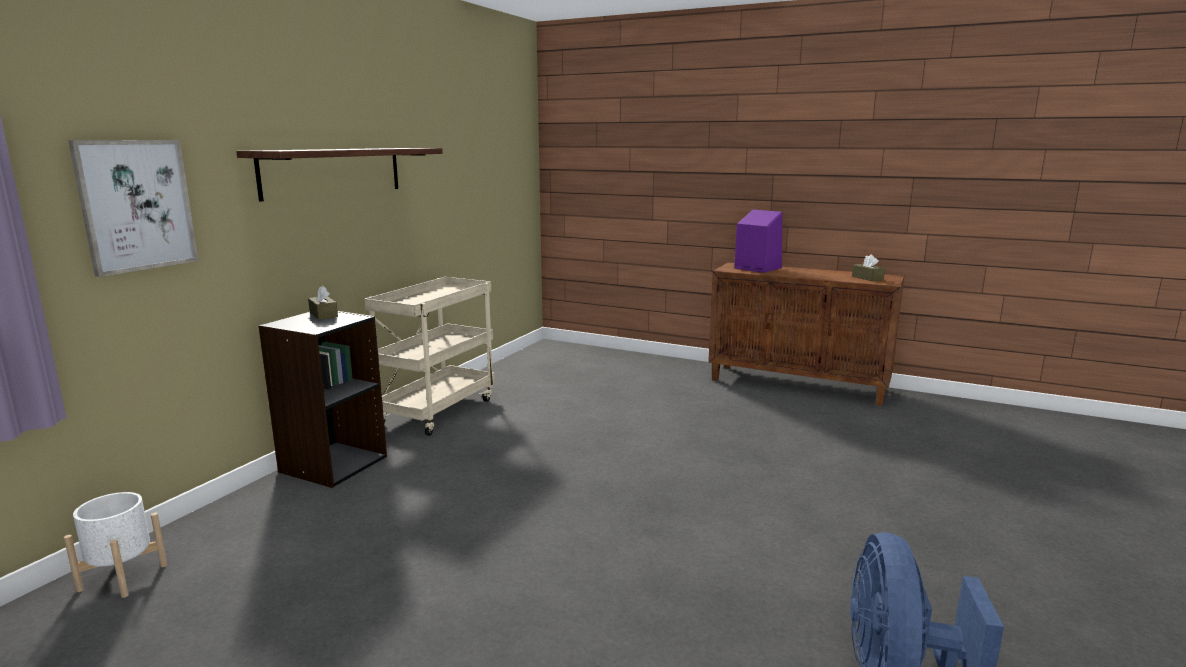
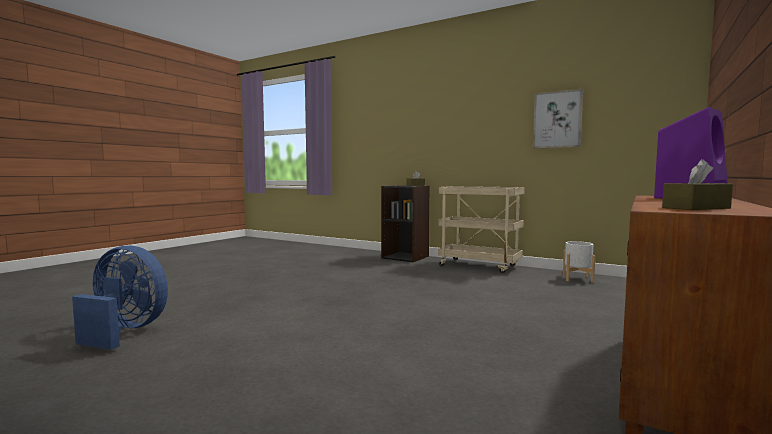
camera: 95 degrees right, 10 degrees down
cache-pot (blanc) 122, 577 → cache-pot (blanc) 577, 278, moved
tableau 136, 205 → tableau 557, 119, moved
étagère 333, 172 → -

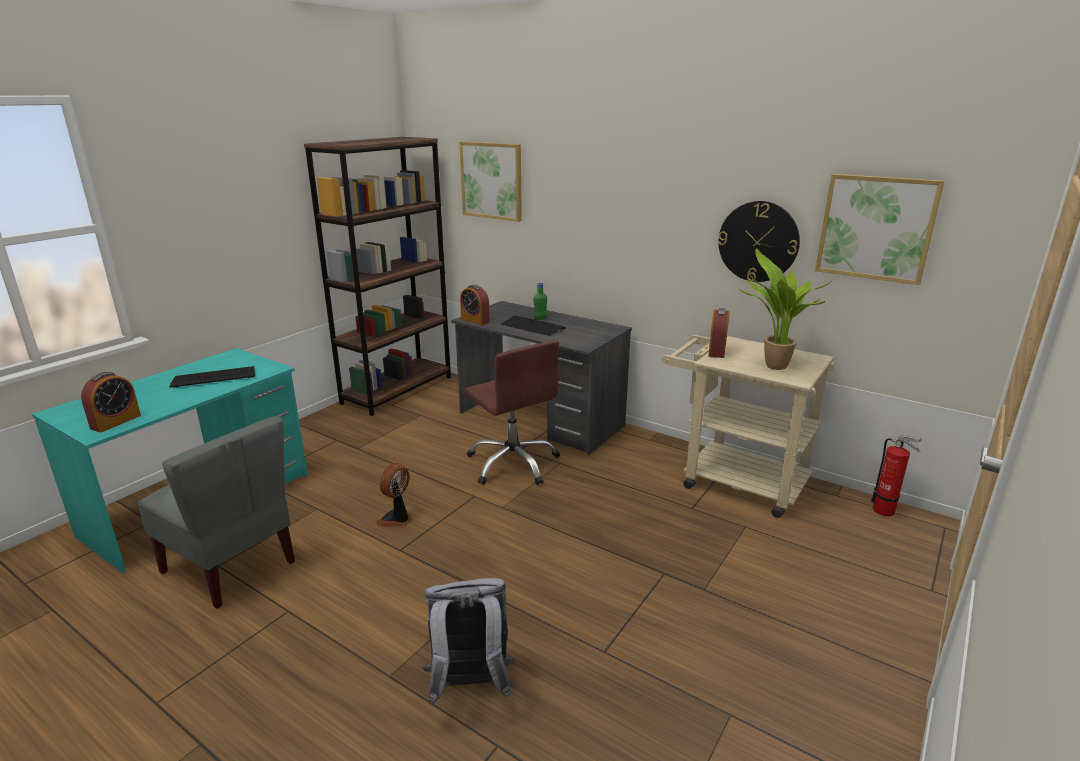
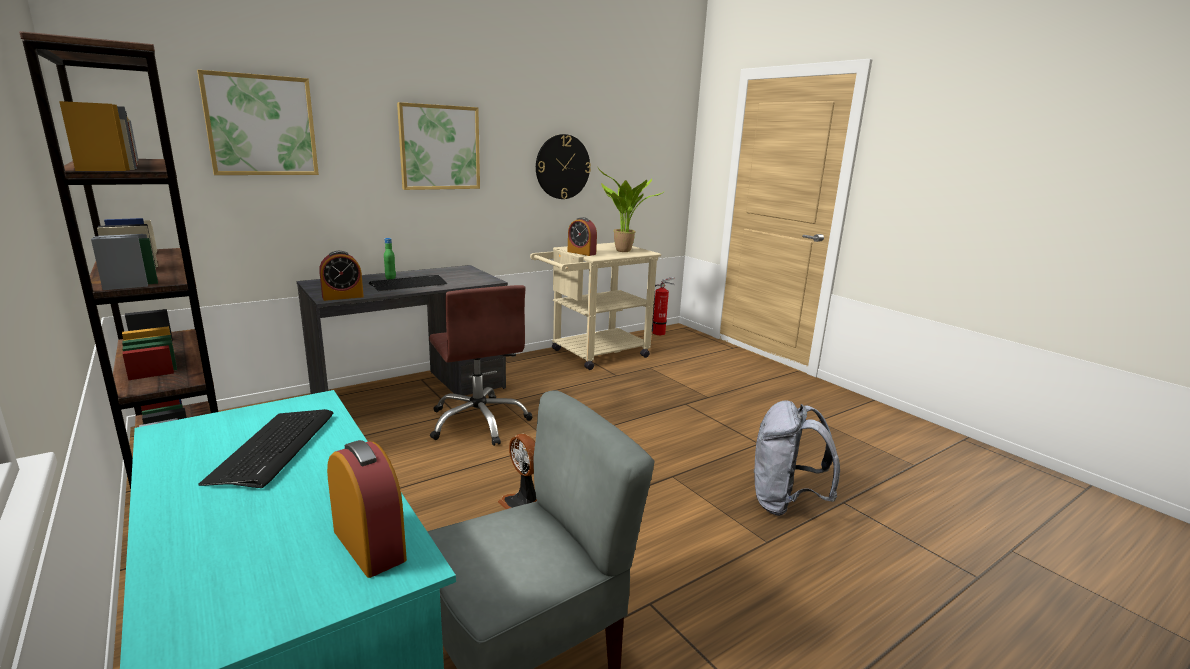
camera: 70 degrees left, 5 degrees down
chaise de bureau (marron) 513, 463 → chaise de bureau (marron) 479, 422, 75 degrees clockwise
tableau 876, 228 → tableau 439, 147, moved

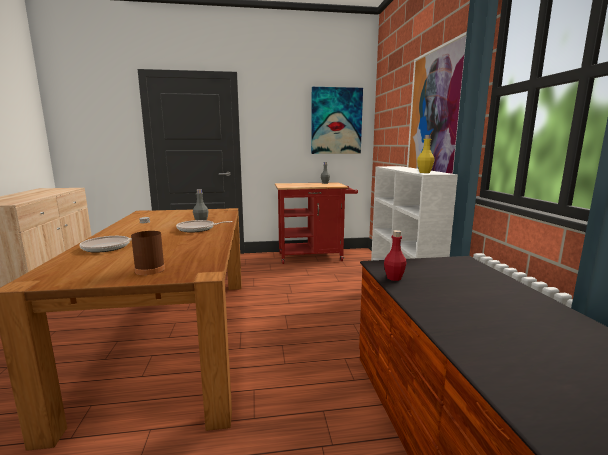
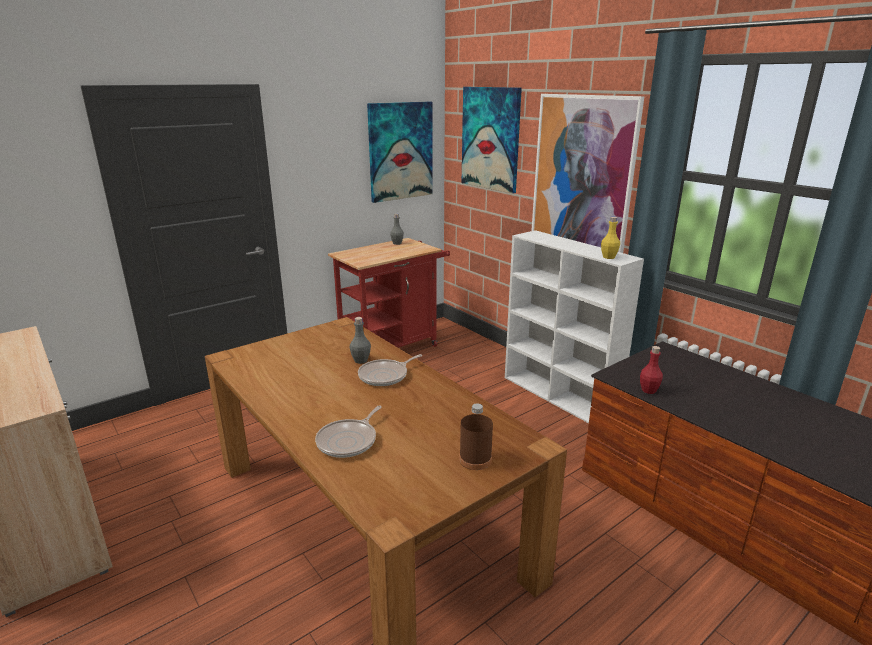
camera: 30 degrees left, 10 degrees up
- → tableau 490, 139

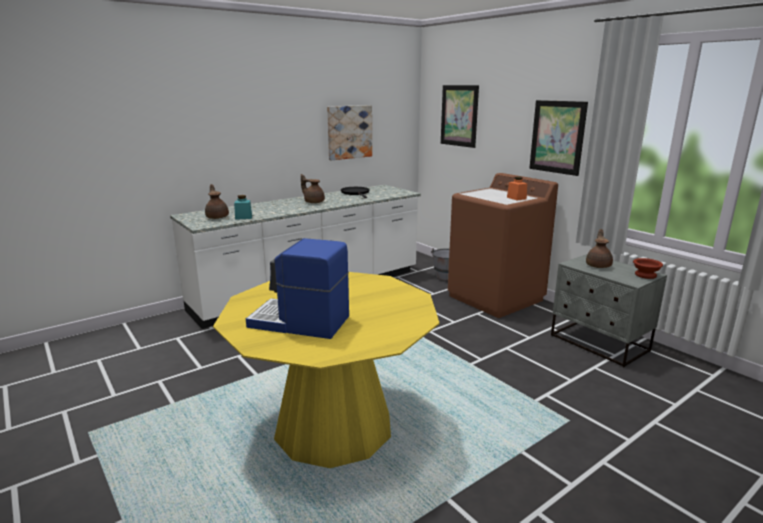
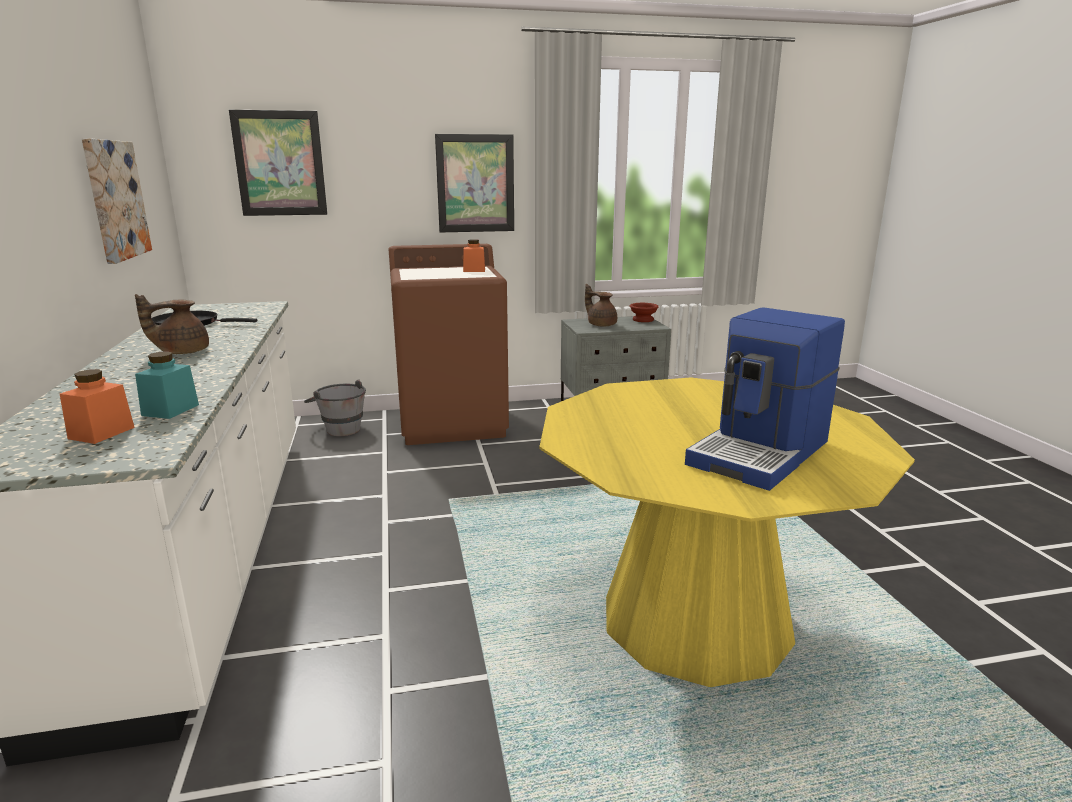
camera: 65 degrees left, 0 degrees up
théière (marron) 217, 217 → bocal (orange) 101, 433

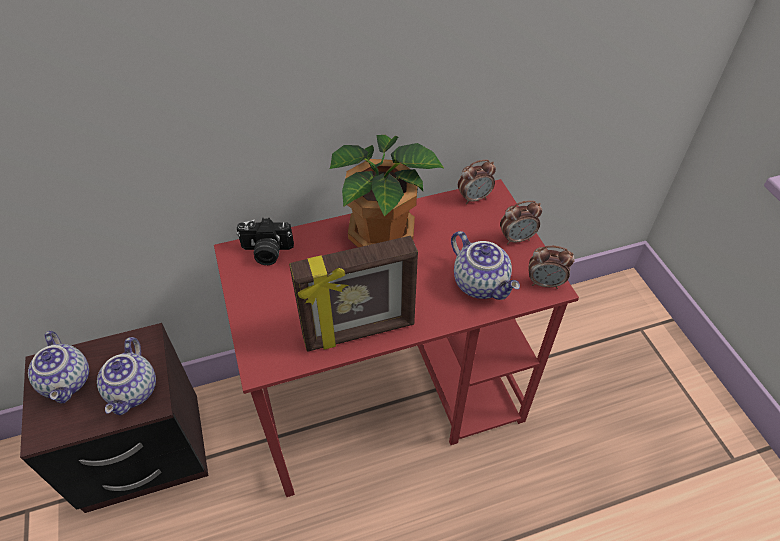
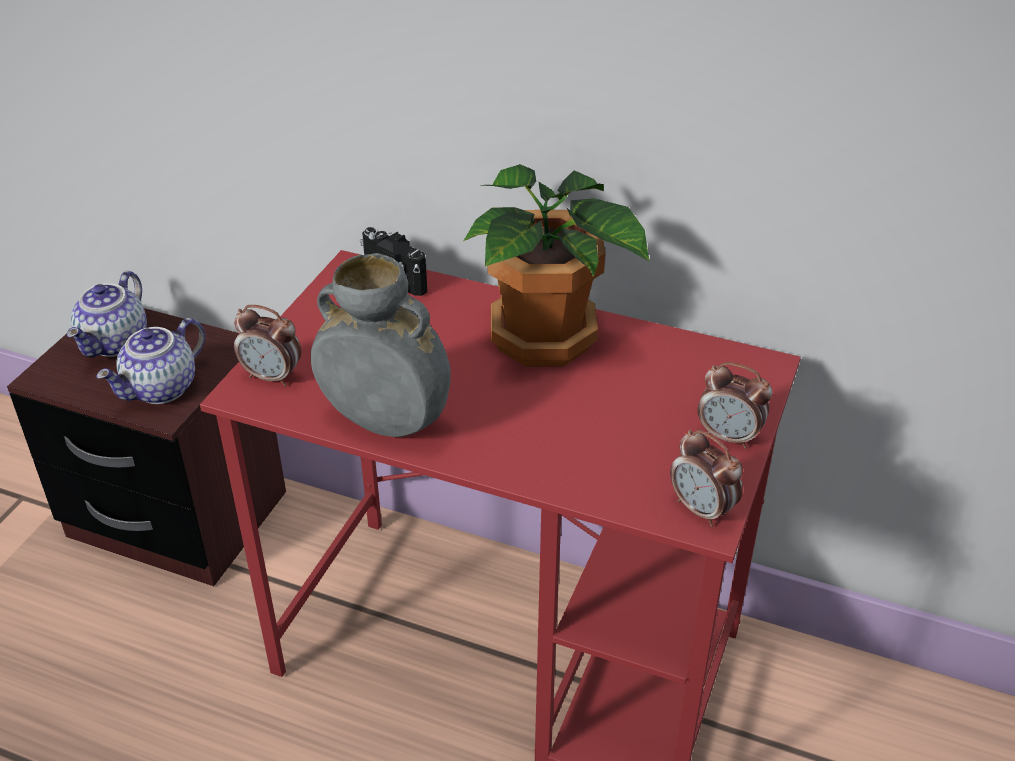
camera: 40 degrees right, 10 degrees down
cadre photo 359, 332 → vase (gris) 387, 422
théière 481, 283 → -
réveil 474, 198 → réveil 272, 377, moved

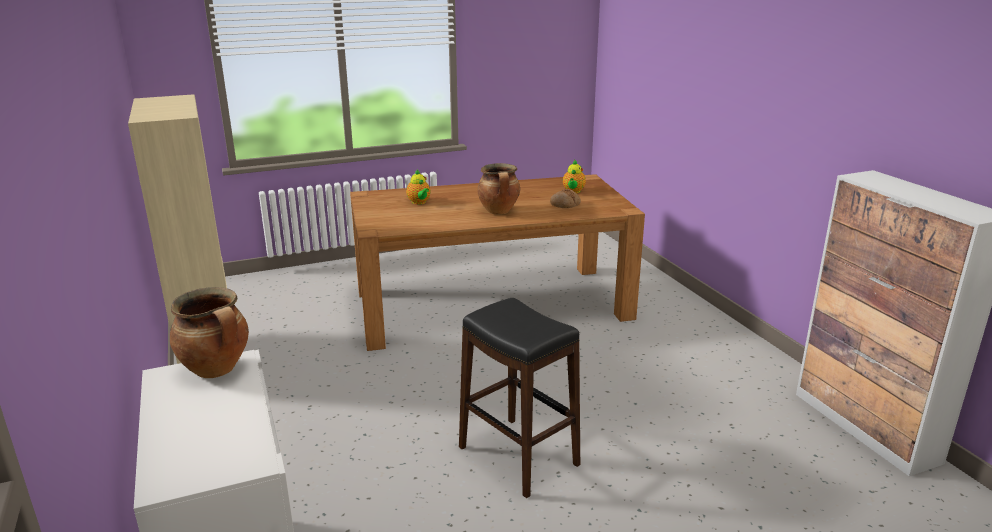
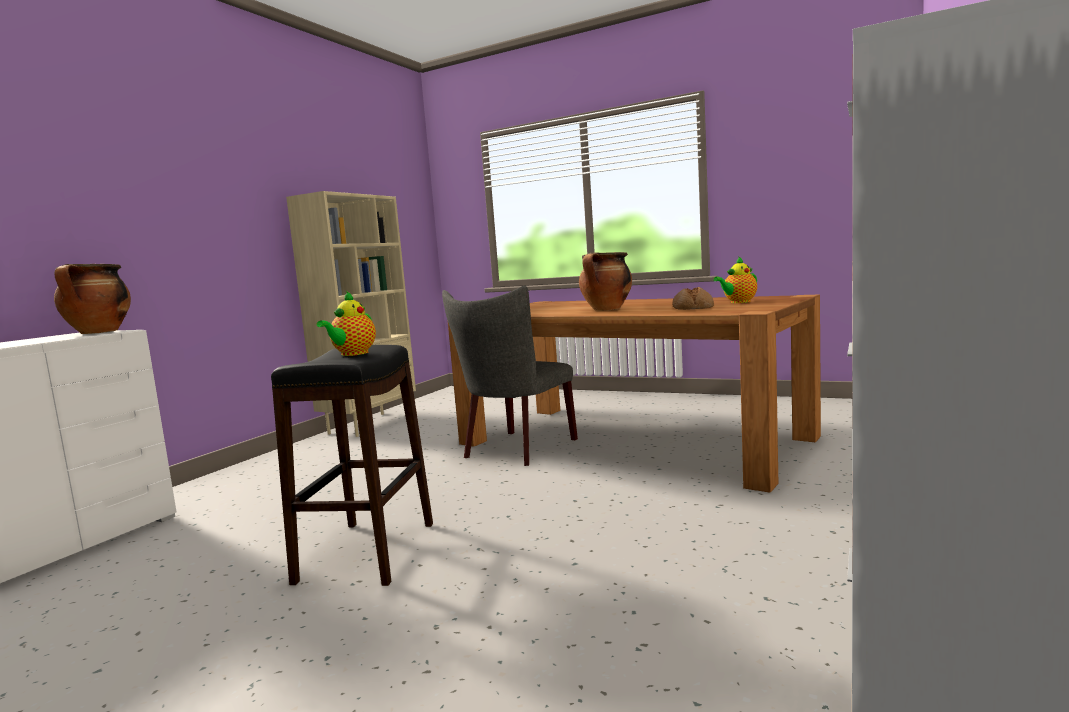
camera: 50 degrees right, 15 degrees down
théière 419, 202 → théière 352, 354, moved
- → chaise (gris) 516, 450

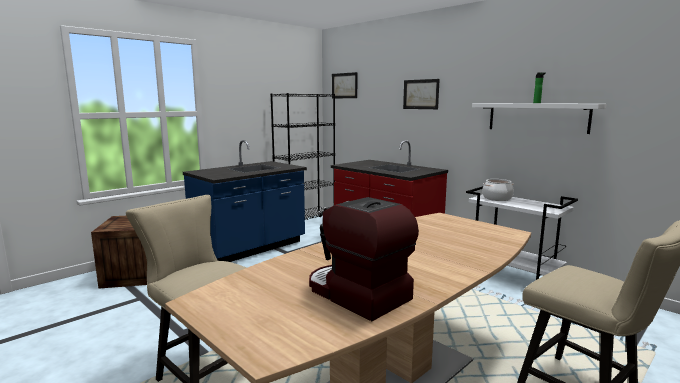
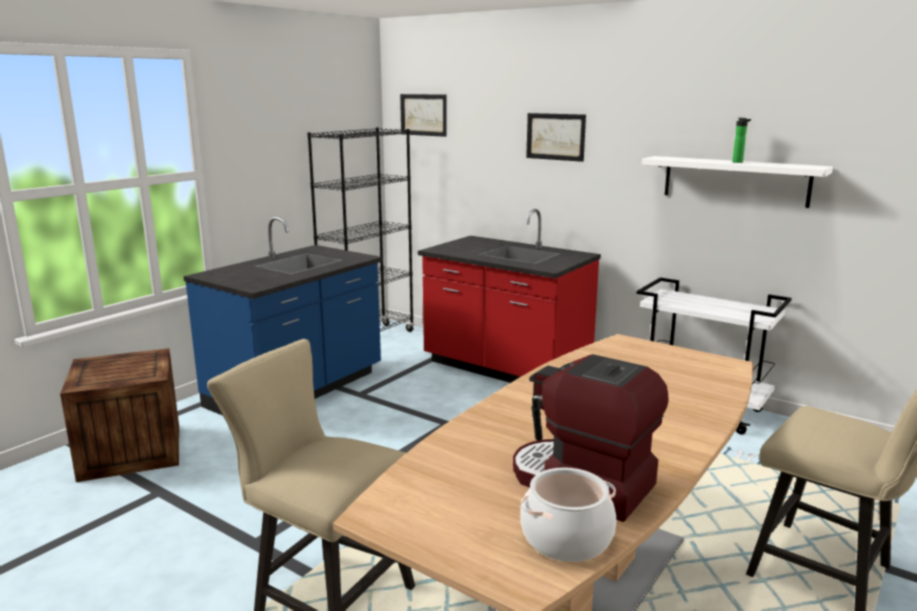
camera: 10 degrees left, 5 degrees up
marmite 497, 198 → marmite 566, 538, moved

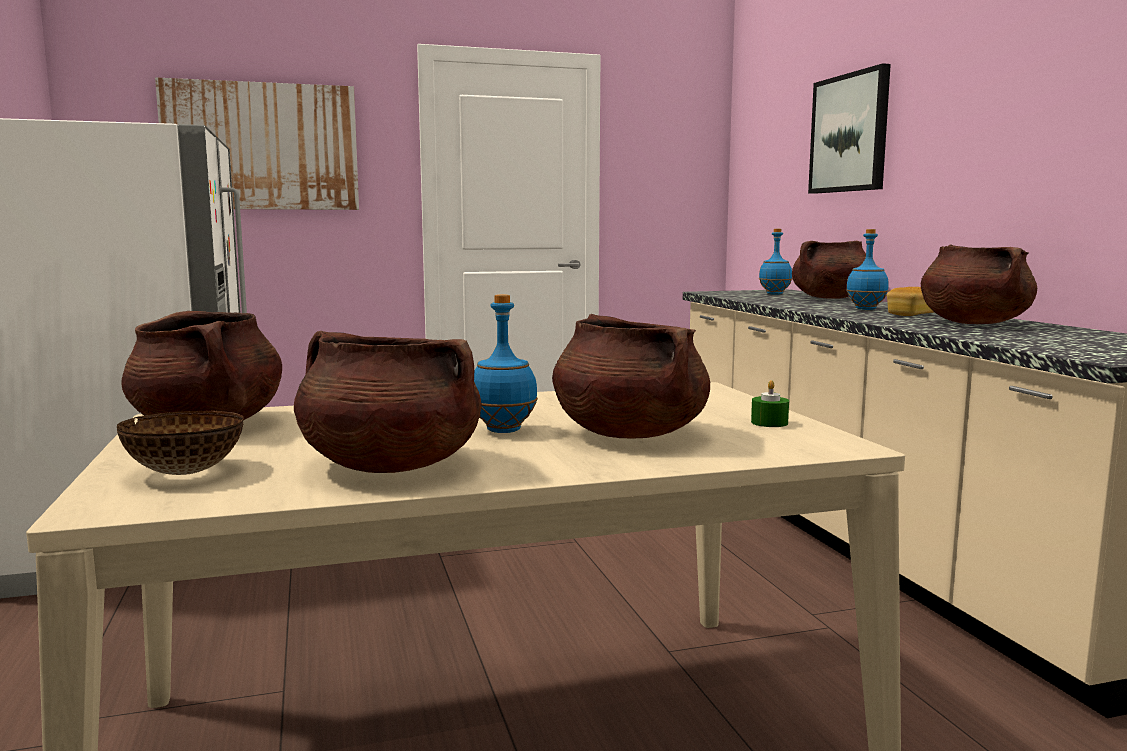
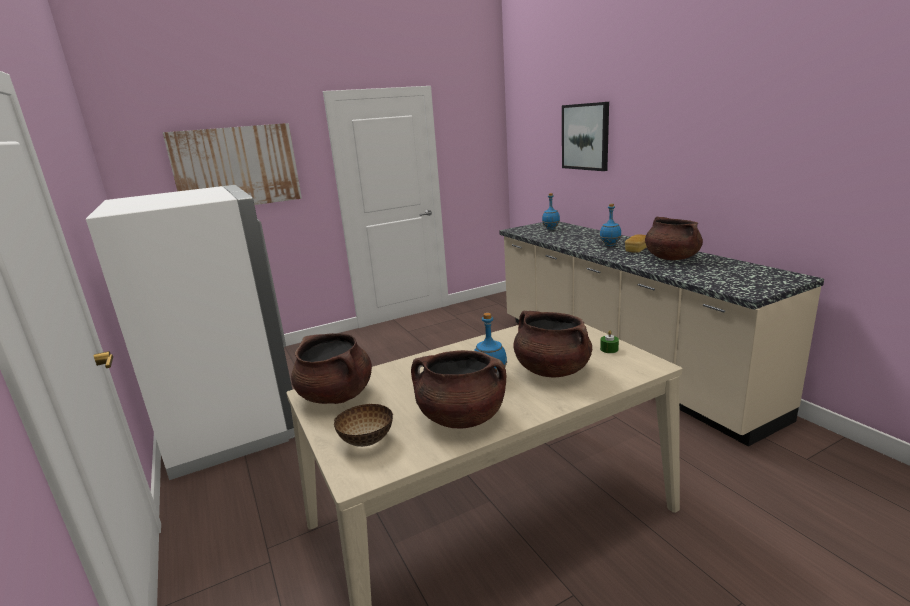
camera: 10 degrees left, 10 degrees up
marmite (marron) 830, 298 → -

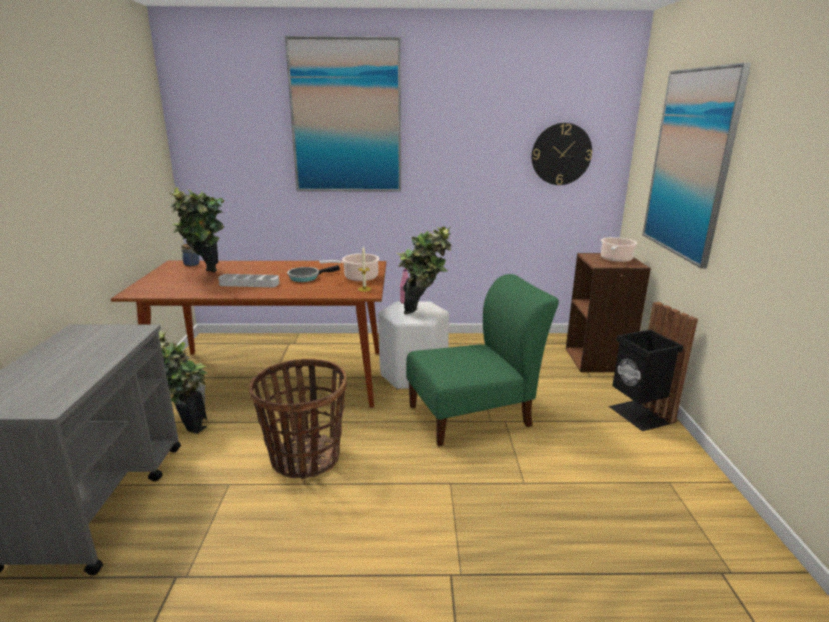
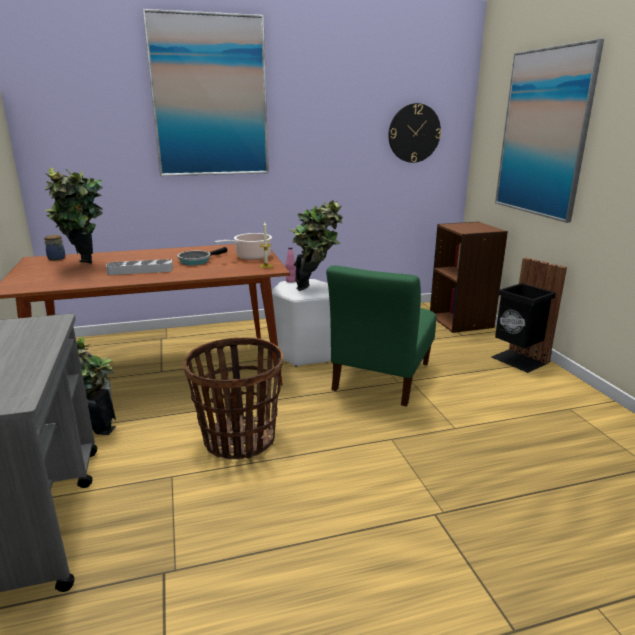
camera: 15 degrees left, 0 degrees up
chaise (vert) 474, 415 → chaise (vert) 380, 379, 150 degrees clockwise
marmite 615, 260 → -

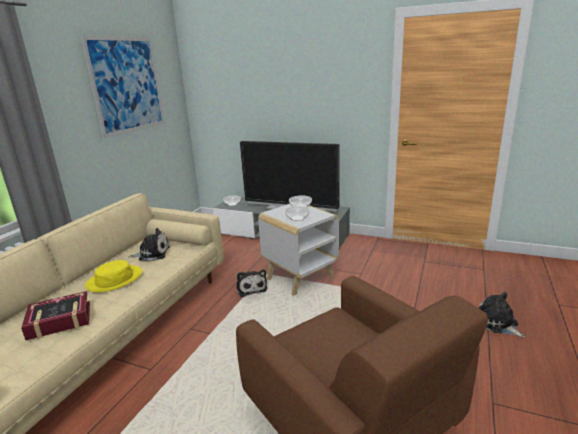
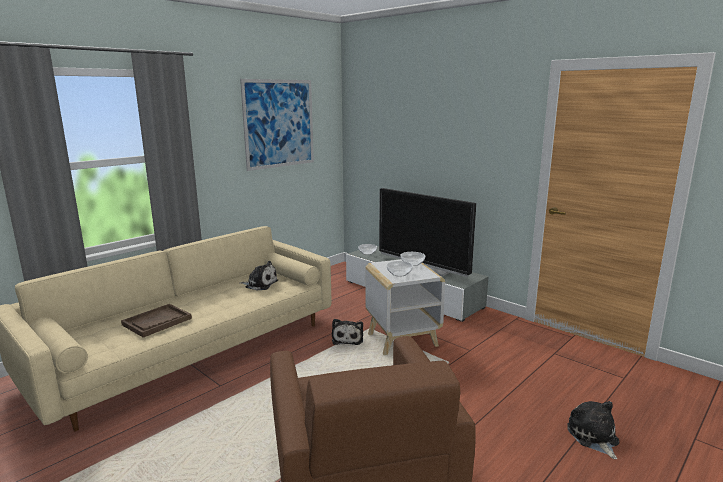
camera: 20 degrees right, 5 degrees down
livre 60, 321 → plateau (marron) 157, 322
chapeau (jaune) 114, 279 → -

